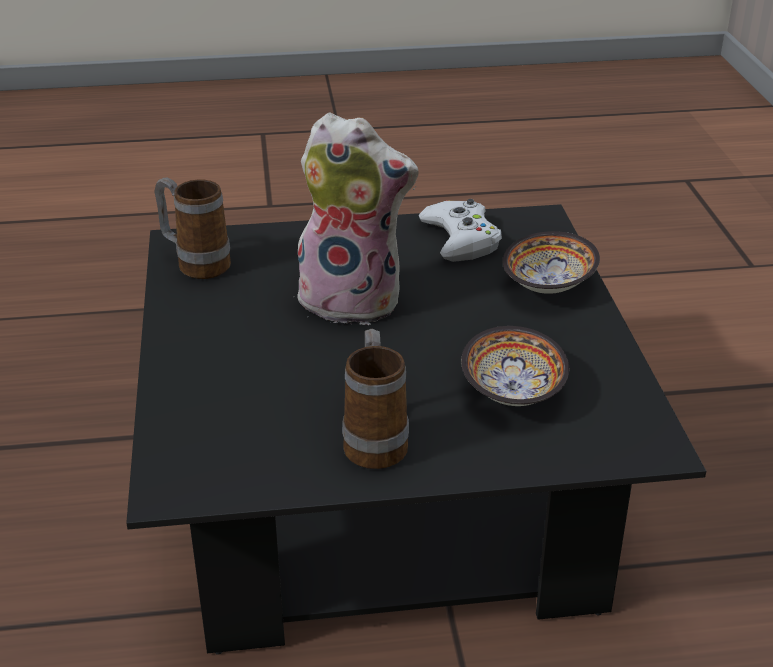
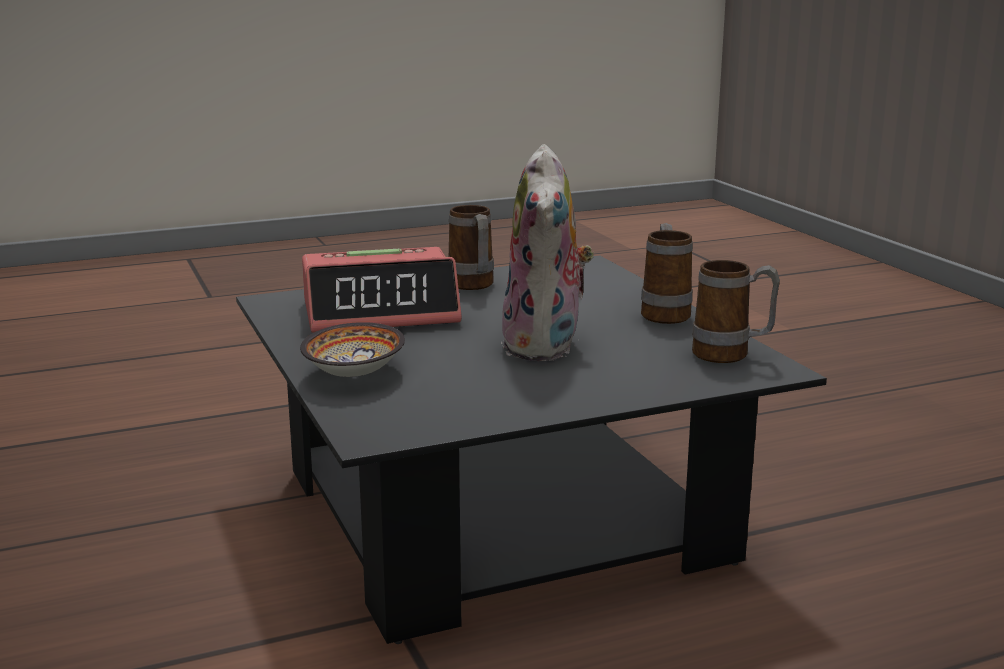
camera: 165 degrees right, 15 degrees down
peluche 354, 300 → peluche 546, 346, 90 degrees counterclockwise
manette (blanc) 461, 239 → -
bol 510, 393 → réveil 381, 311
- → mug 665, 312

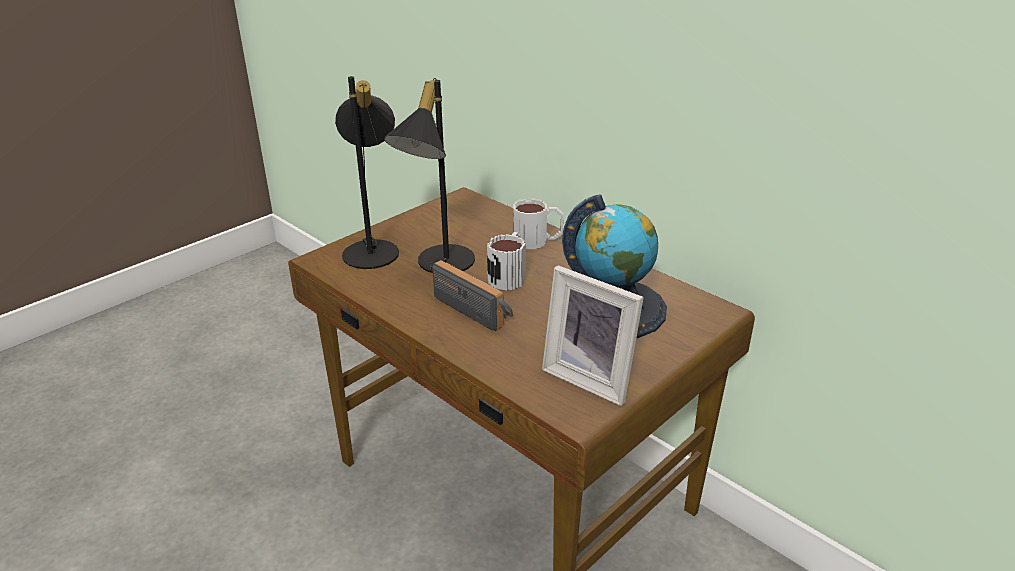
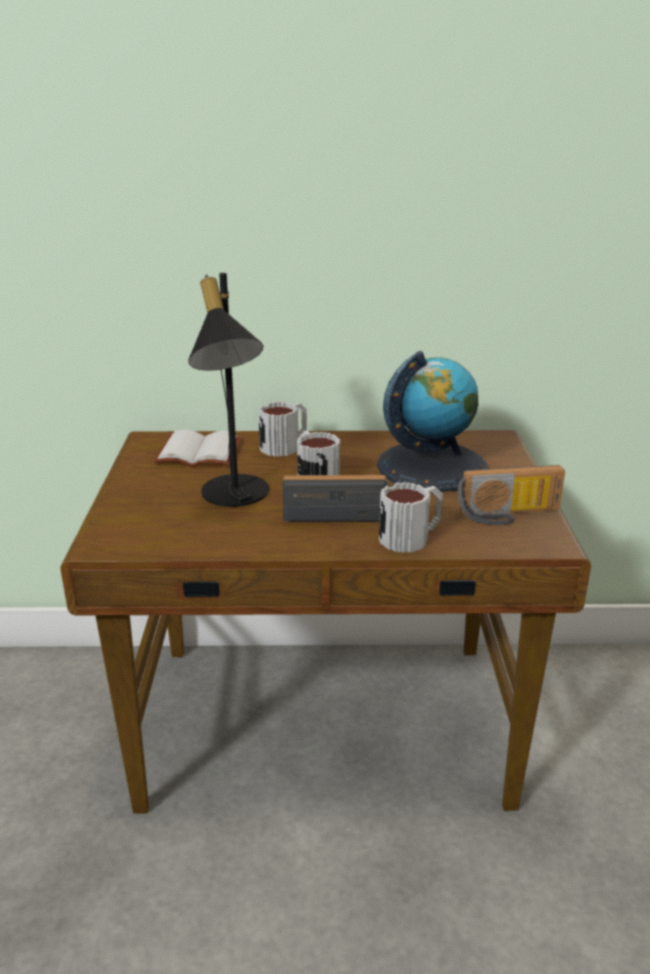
camera: 45 degrees left, 5 degrees down
lampe de table (noir) 373, 248 → -
cadre photo 591, 377 → radio 509, 515
- → livre (blanc) 197, 453
- → mug 412, 537

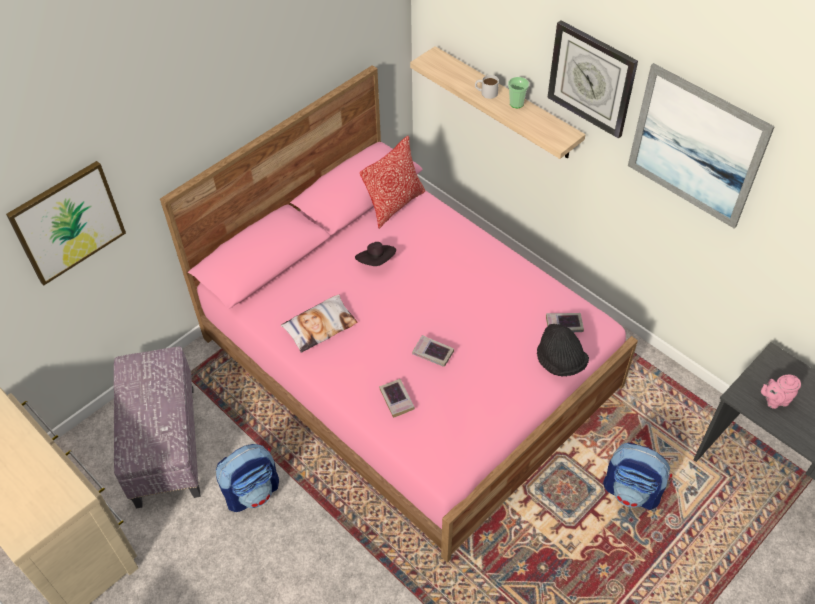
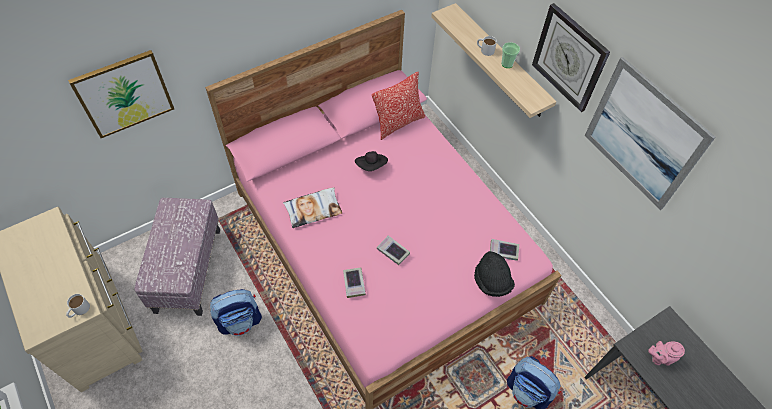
camera: 10 degrees right, 5 degrees up
- → mug (blanc) 79, 310

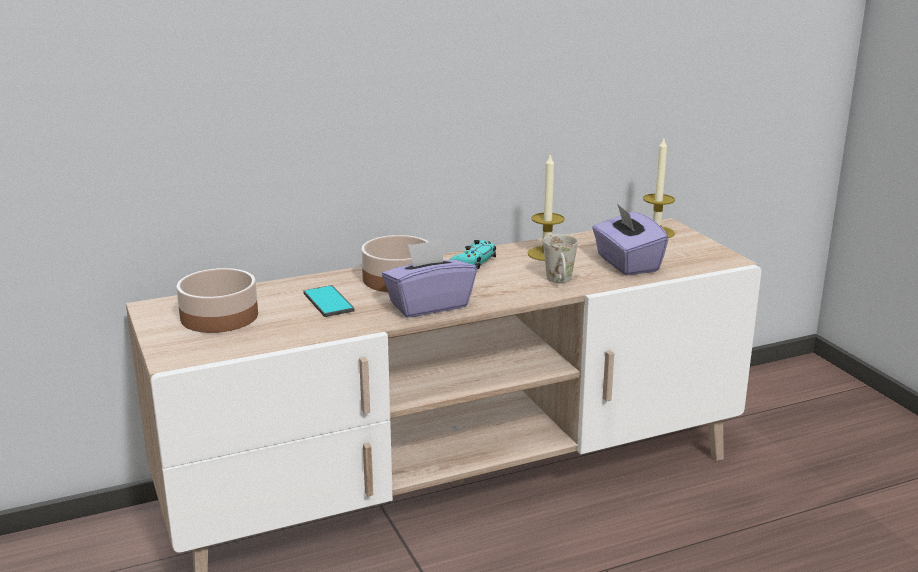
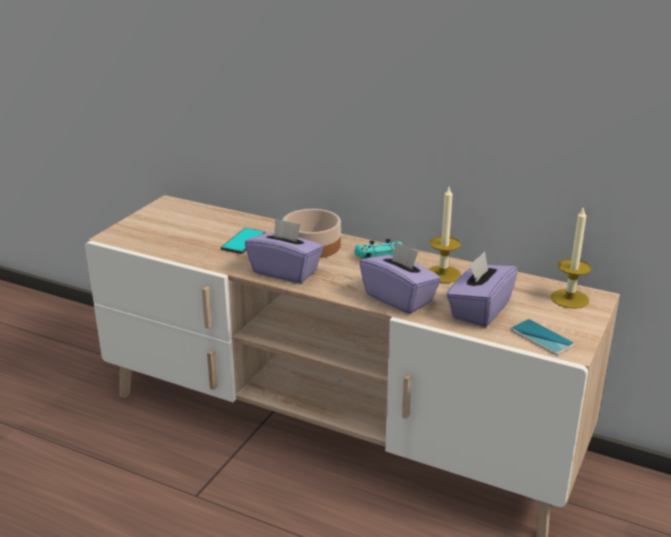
camera: 50 degrees right, 5 degrees up
bol 219, 317 → -
mug (blanc) 560, 281 → boîte à mouchoirs (violet) 399, 298
- → téléphone 541, 337

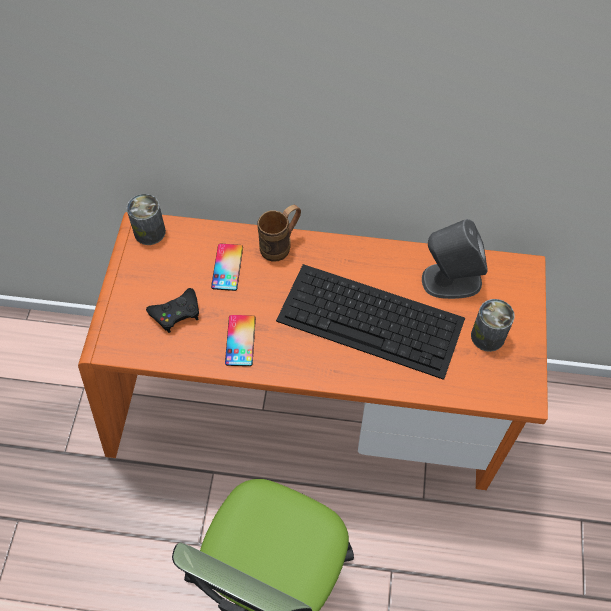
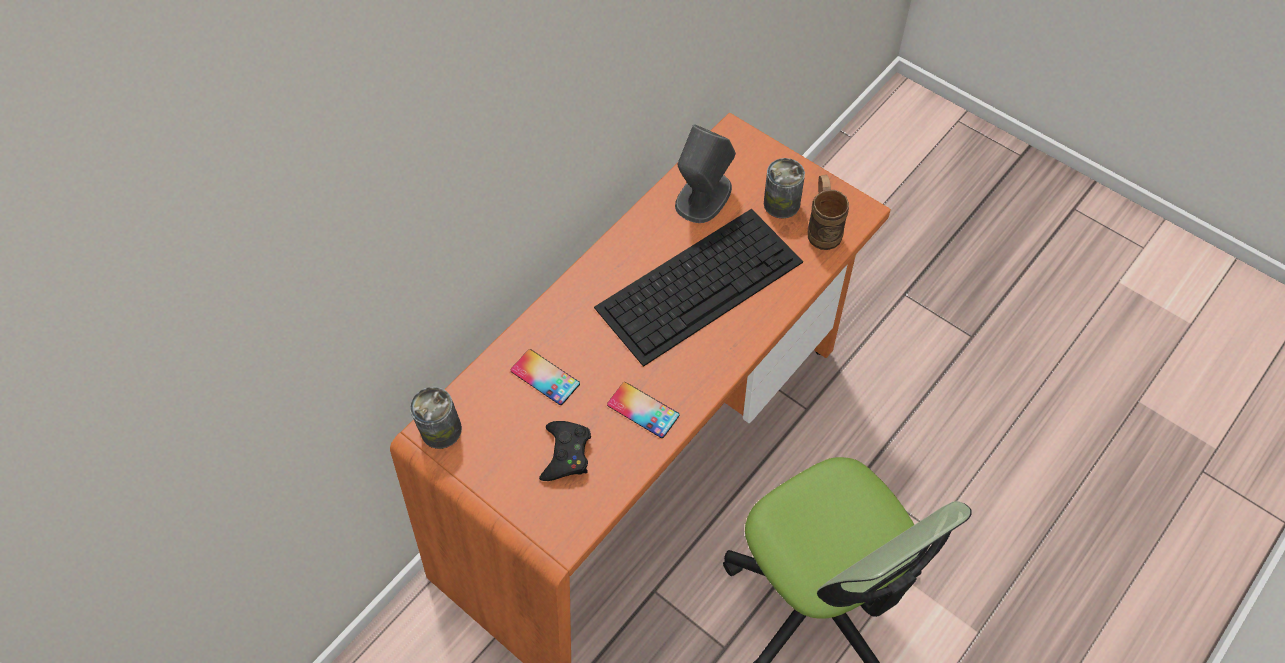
camera: 55 degrees left, 0 degrees up
mug (marron) 281, 245 → mug (marron) 823, 228, moved

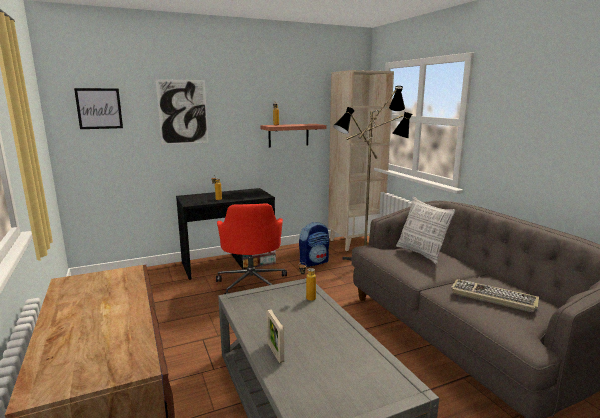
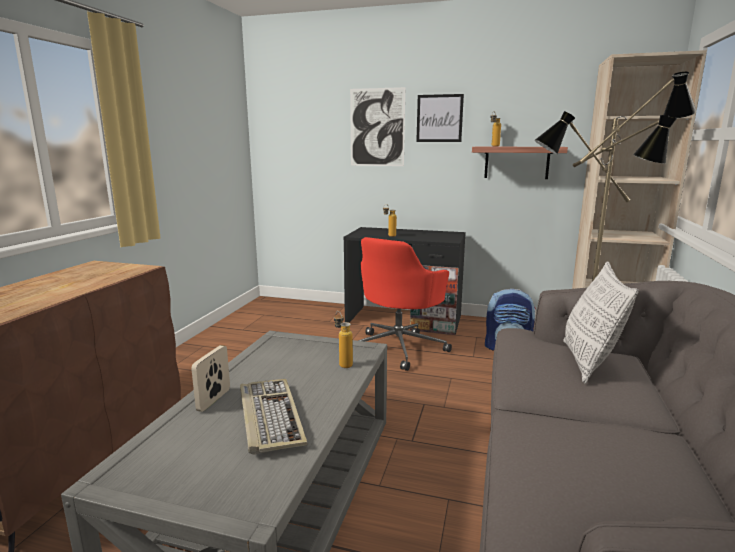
camera: 40 degrees right, 0 degrees up
tableau 99, 108 → tableau 439, 118, moved
clavier 492, 297 → clavier 269, 416, moved

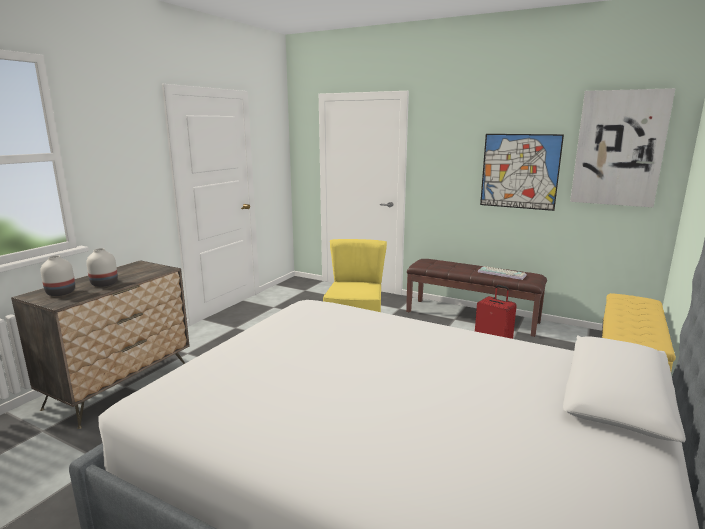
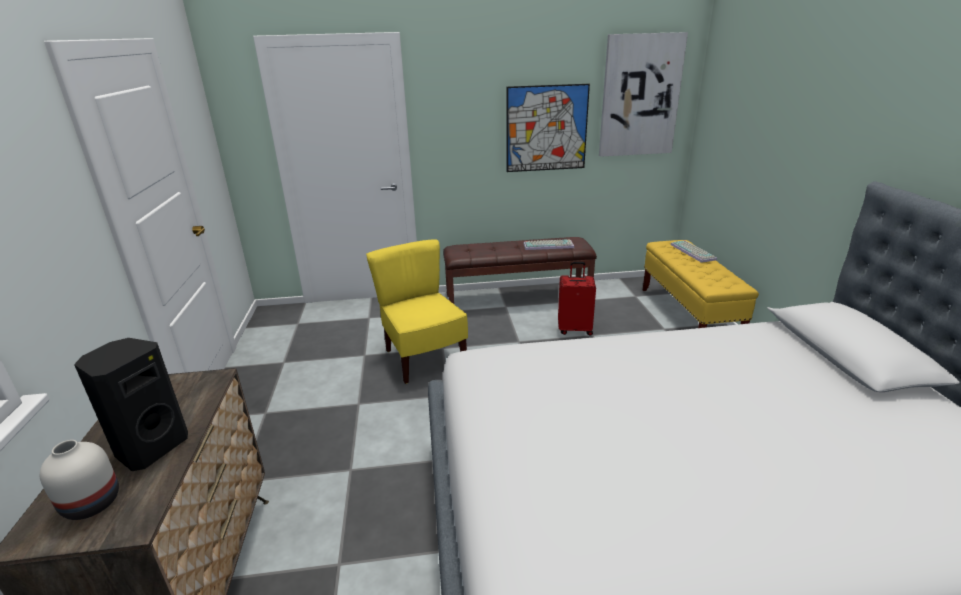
camera: 35 degrees left, 10 degrees up
vase (blanc) 105, 283 → enceinte (noir) 151, 447
- → clavier 694, 252

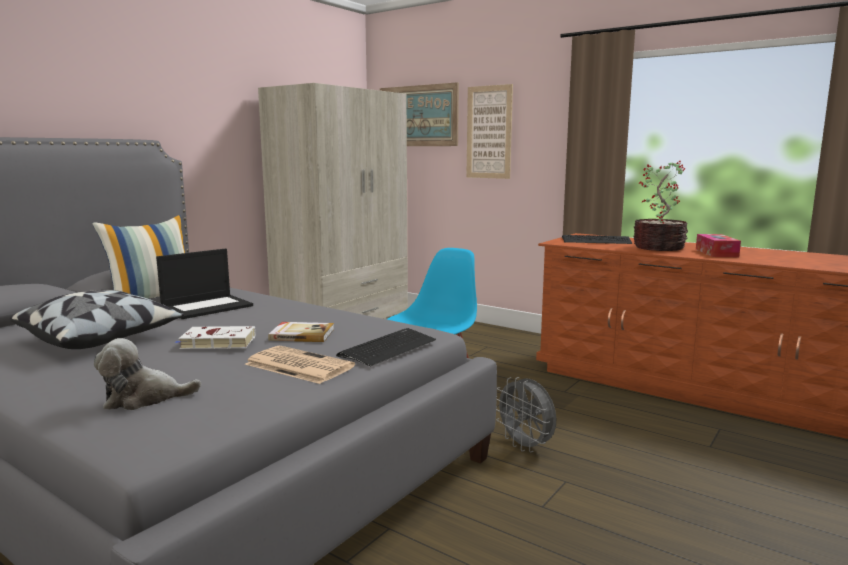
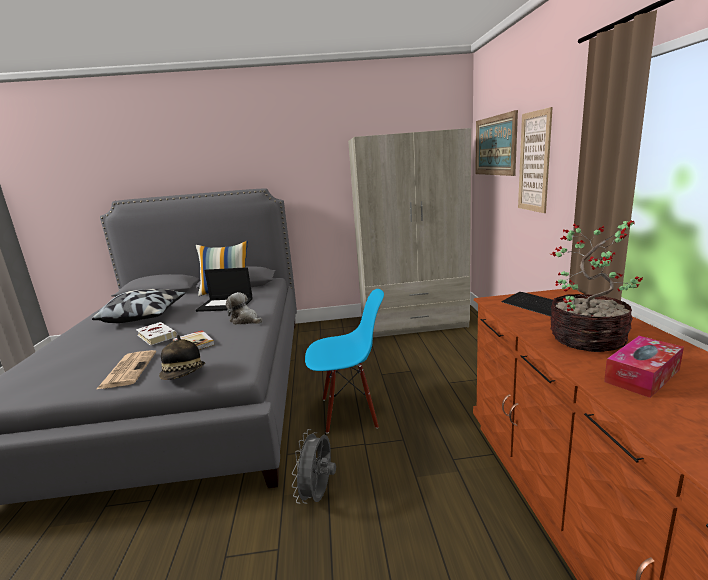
camera: 50 degrees right, 5 degrees up
peluche 143, 398 → peluche 245, 320, moved
clavier 388, 348 → chapeau 184, 375

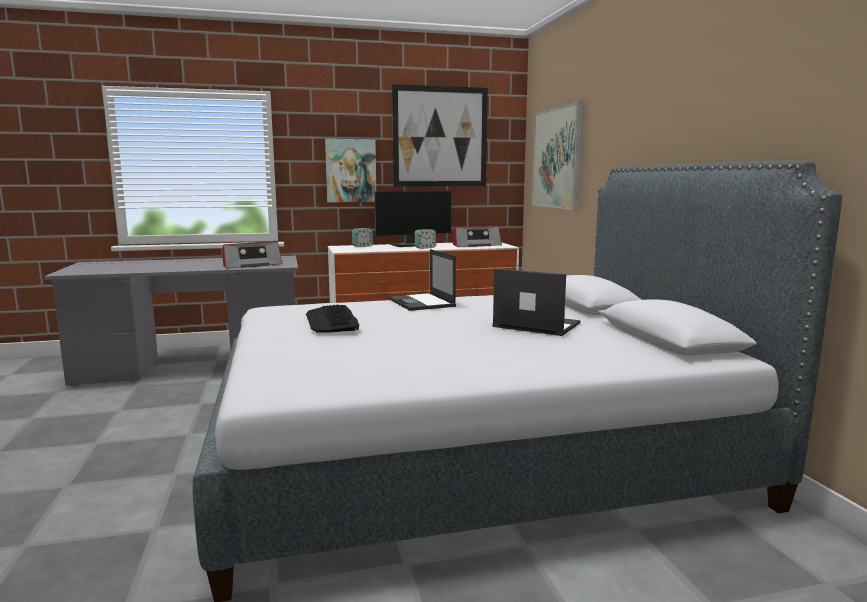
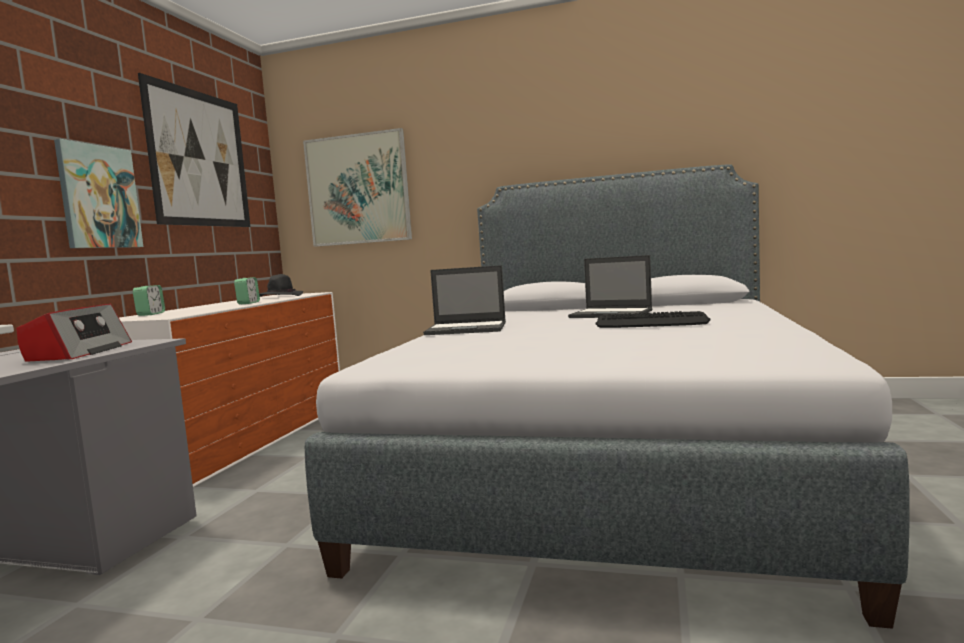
camera: 60 degrees left, 5 degrees down
clavier 332, 320 → clavier 651, 323, moved
écran d'ordinateur 412, 245 → -
radio 475, 245 → chapeau (noir) 281, 296
ordinateur portable 535, 325 → ordinateur portable 612, 314, 120 degrees counterclockwise

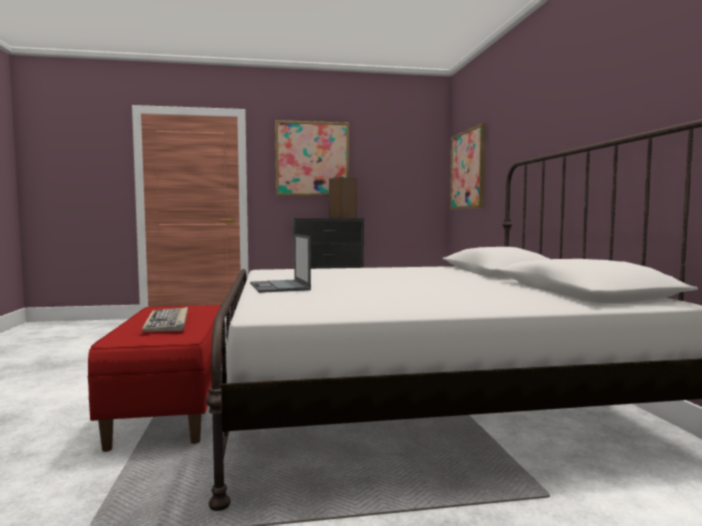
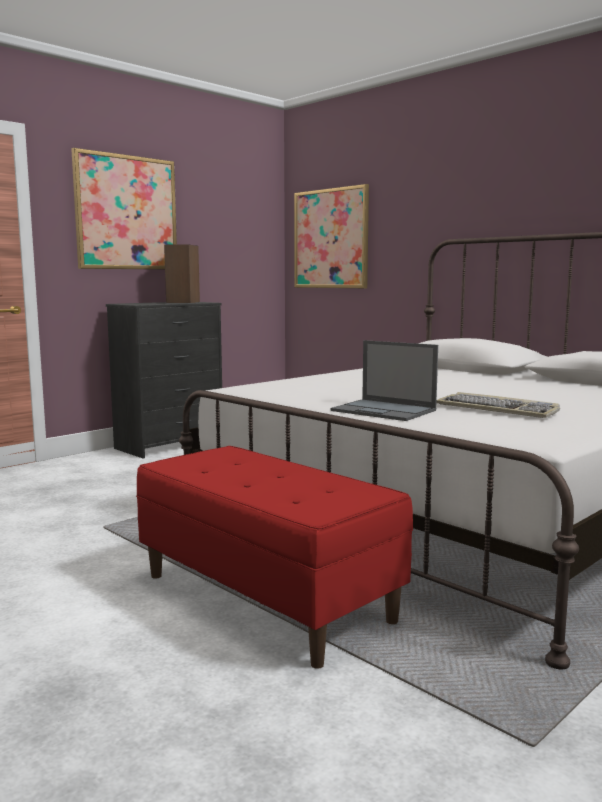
camera: 35 degrees left, 5 degrees up
clavier 167, 322 → clavier 498, 410, moved

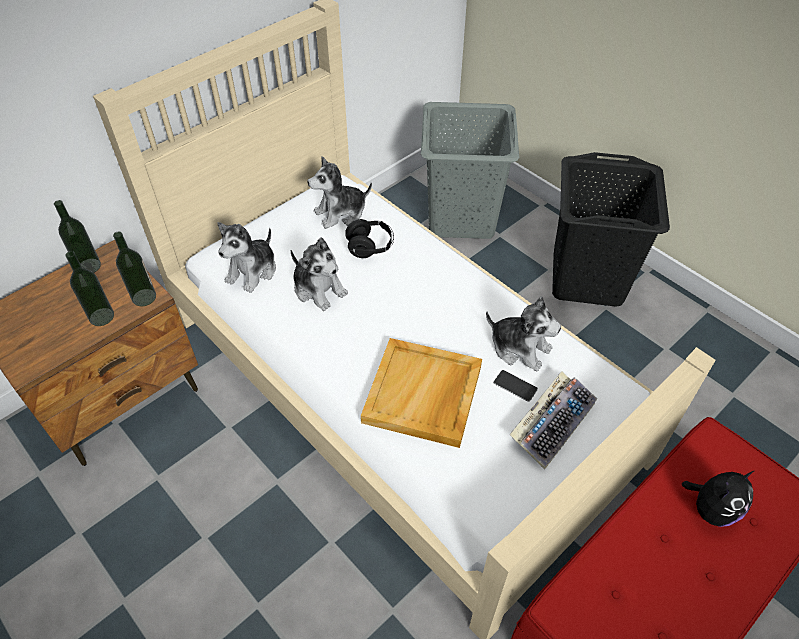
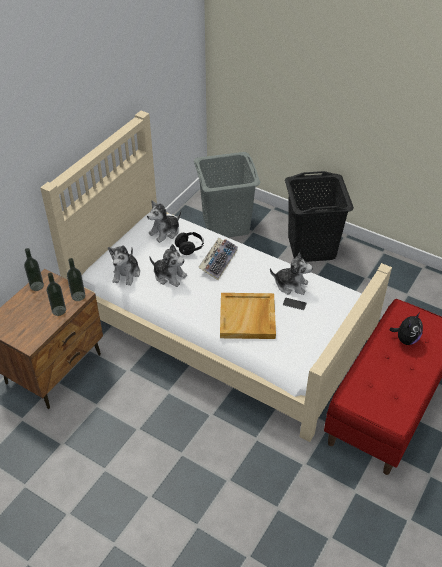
camera: 15 degrees left, 5 degrees down
clavier 552, 422 → clavier 218, 261, moved

